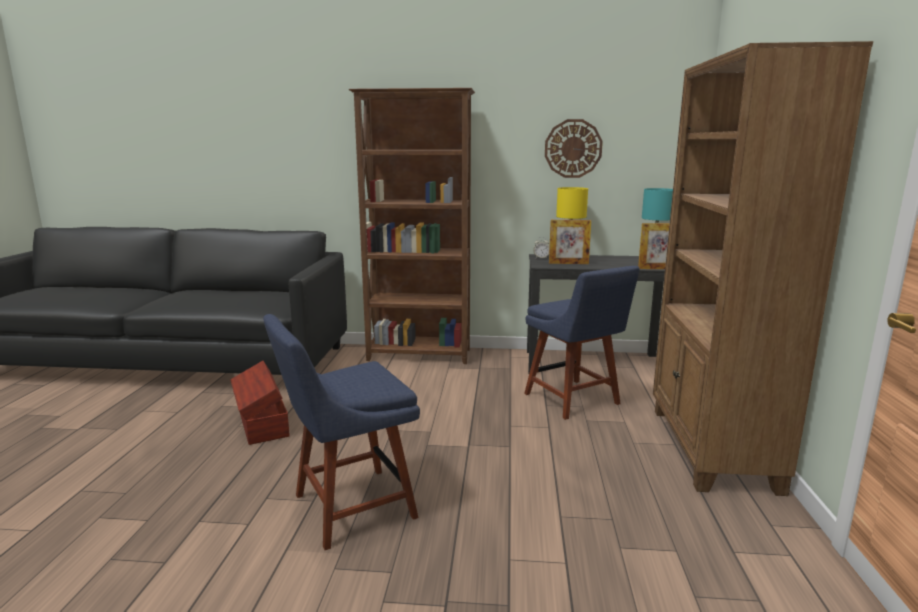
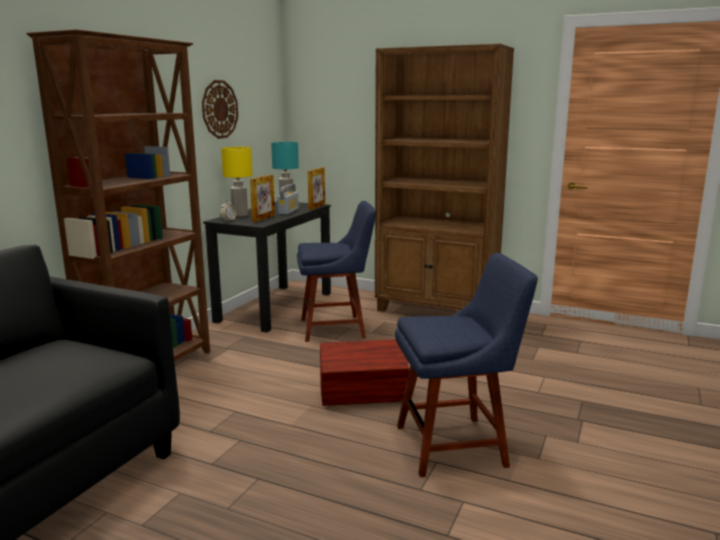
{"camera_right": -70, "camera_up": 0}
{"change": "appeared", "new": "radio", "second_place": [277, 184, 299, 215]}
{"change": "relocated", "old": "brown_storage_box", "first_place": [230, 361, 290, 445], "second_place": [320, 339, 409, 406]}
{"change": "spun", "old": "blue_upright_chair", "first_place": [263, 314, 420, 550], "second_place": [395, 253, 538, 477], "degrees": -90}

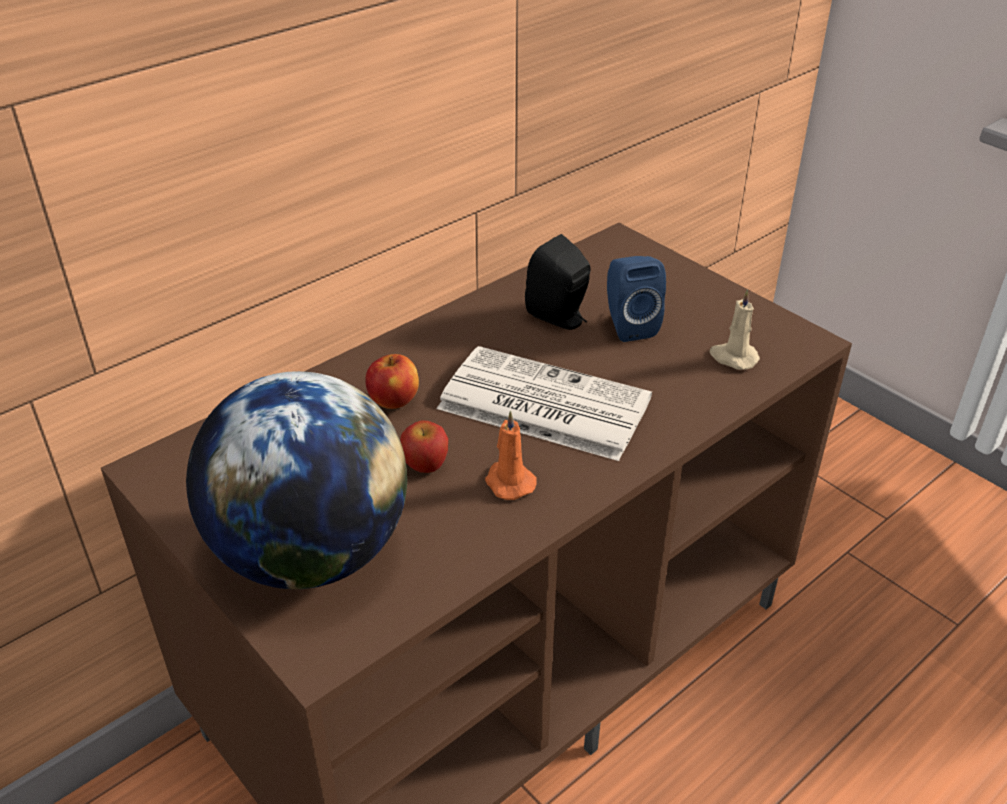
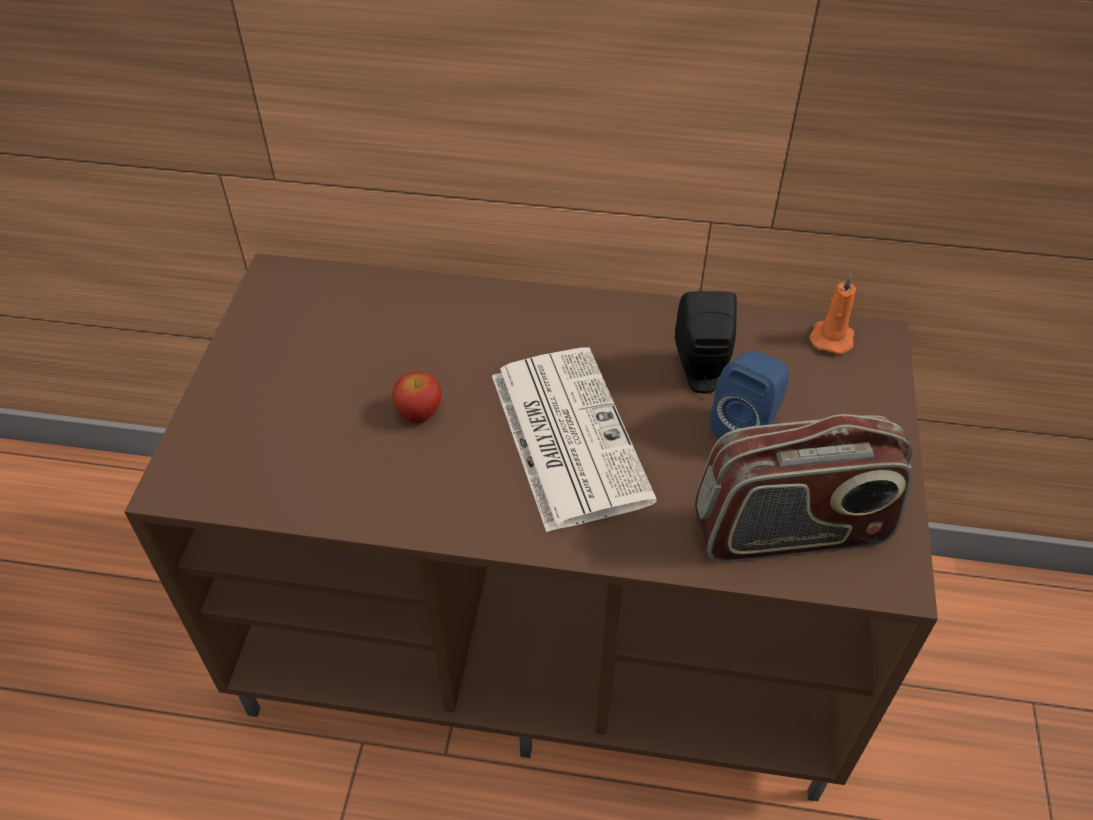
{"camera_right": 50, "camera_up": 10}
{"change": "missing", "old": "world_globe", "first_place": [186, 371, 407, 589]}
{"change": "missing", "old": "apple_fruit", "first_place": [365, 354, 419, 409]}
{"change": "relocated", "old": "orange_wax_light", "first_place": [485, 410, 537, 500], "second_place": [809, 274, 856, 354]}
{"change": "exchanged", "old": "sand-coloured_wax_light", "new": "radio", "first_place": [710, 290, 760, 370], "second_place": [695, 414, 912, 562]}

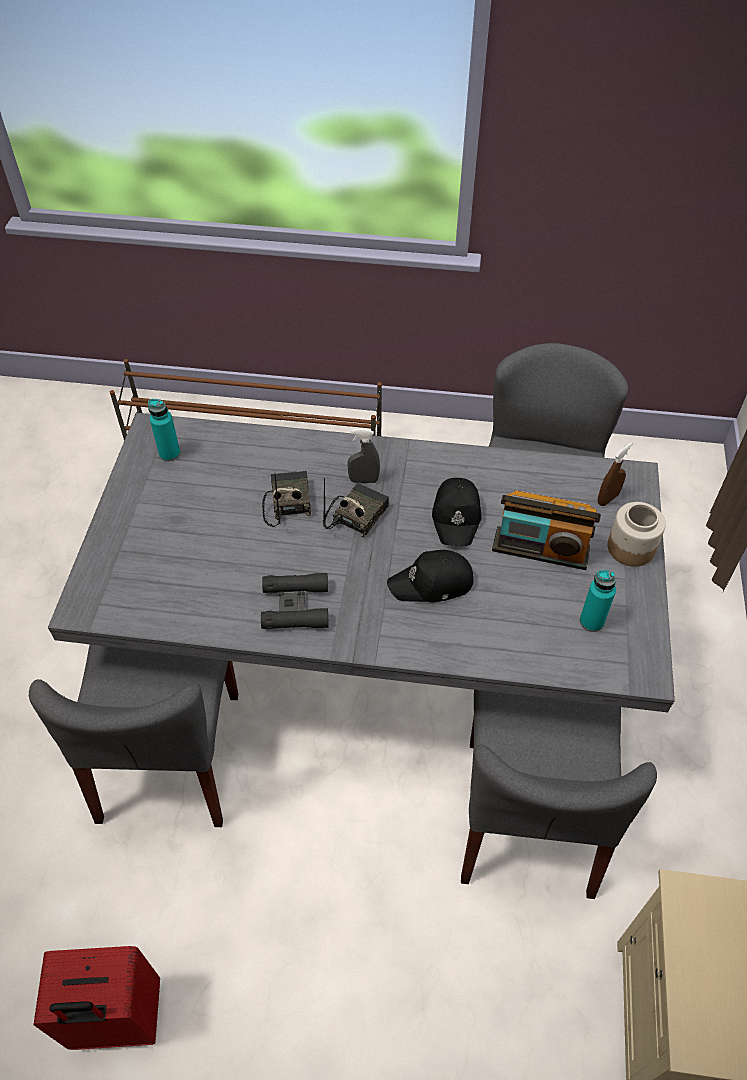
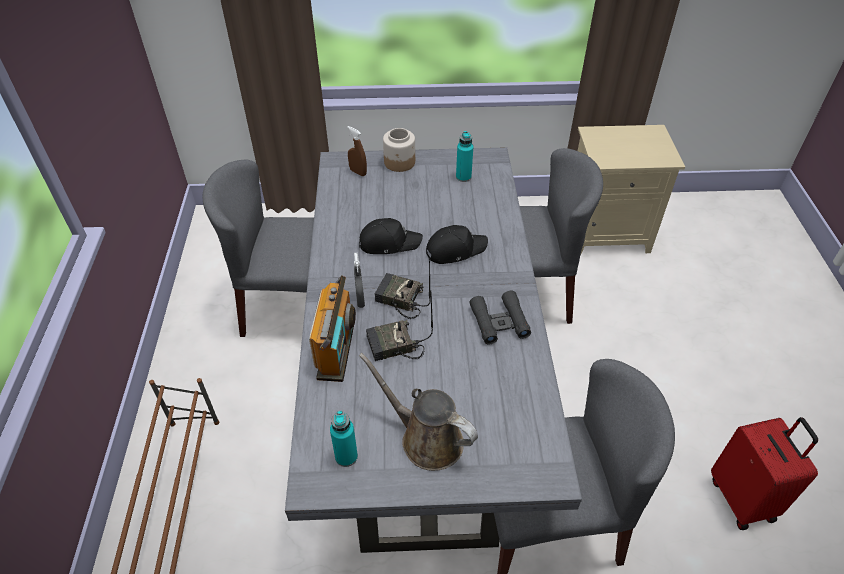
{"camera_right": -100, "camera_up": -5}
{"change": "appeared", "new": "brown_watering_can", "second_place": [359, 353, 478, 471]}
{"change": "relocated", "old": "radio", "first_place": [492, 490, 601, 570], "second_place": [309, 275, 356, 382]}
{"change": "spun", "old": "black-coloured_peaked_cap", "first_place": [387, 550, 474, 602], "second_place": [426, 225, 488, 264], "degrees": -90}

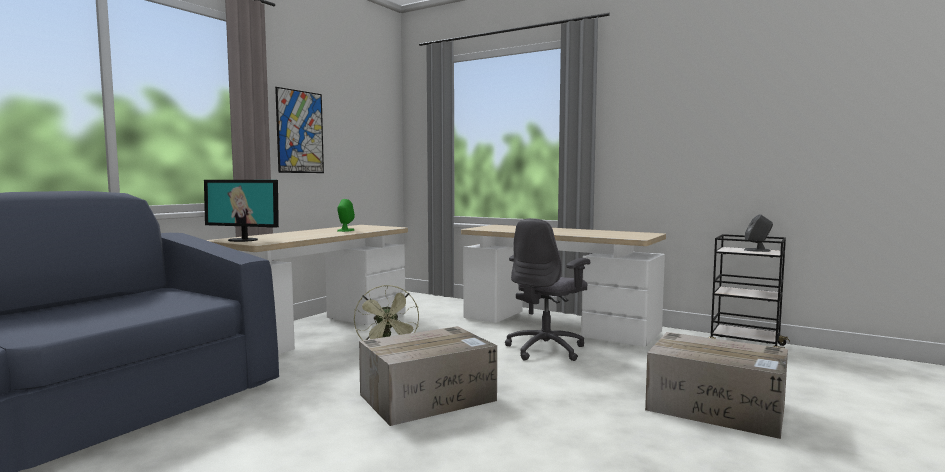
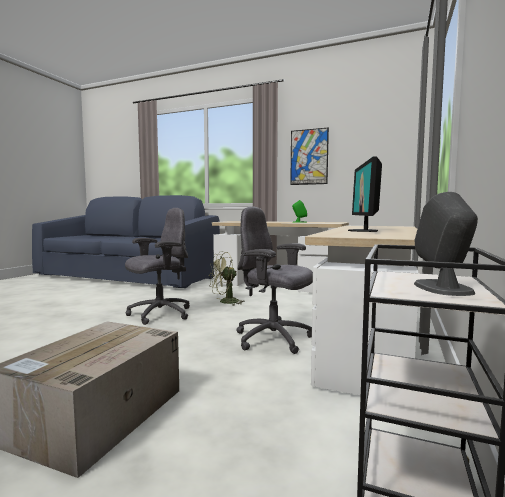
{"camera_right": 80, "camera_up": 0}
{"change": "relocated", "old": "monitor", "first_place": [204, 180, 279, 242], "second_place": [348, 157, 382, 232]}
{"change": "exchanged", "old": "packing_box", "new": "gray_office_chair", "first_place": [359, 326, 497, 426], "second_place": [125, 208, 190, 325]}

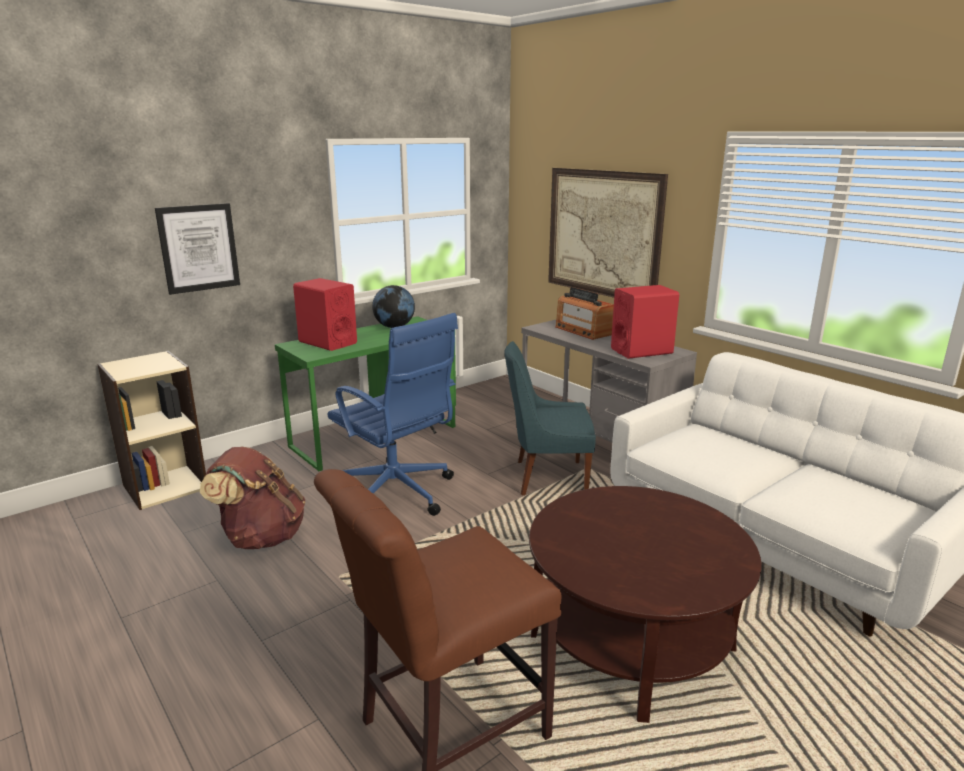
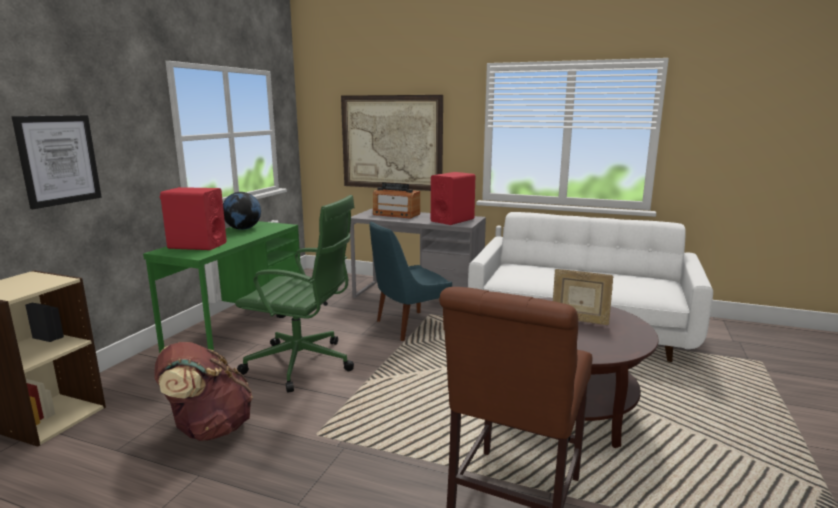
{"camera_right": -30, "camera_up": -5}
{"change": "appeared", "new": "photo_frame", "second_place": [553, 269, 613, 325]}
{"change": "colour", "old": "blue_office_chair", "new": "greenish_office_chair", "first_place": [328, 313, 458, 516], "second_place": [235, 195, 355, 393]}

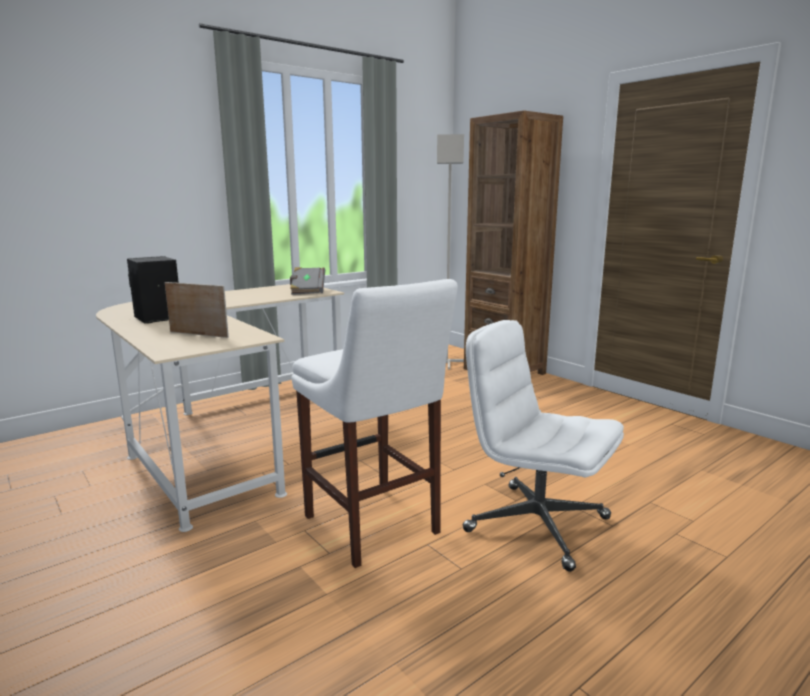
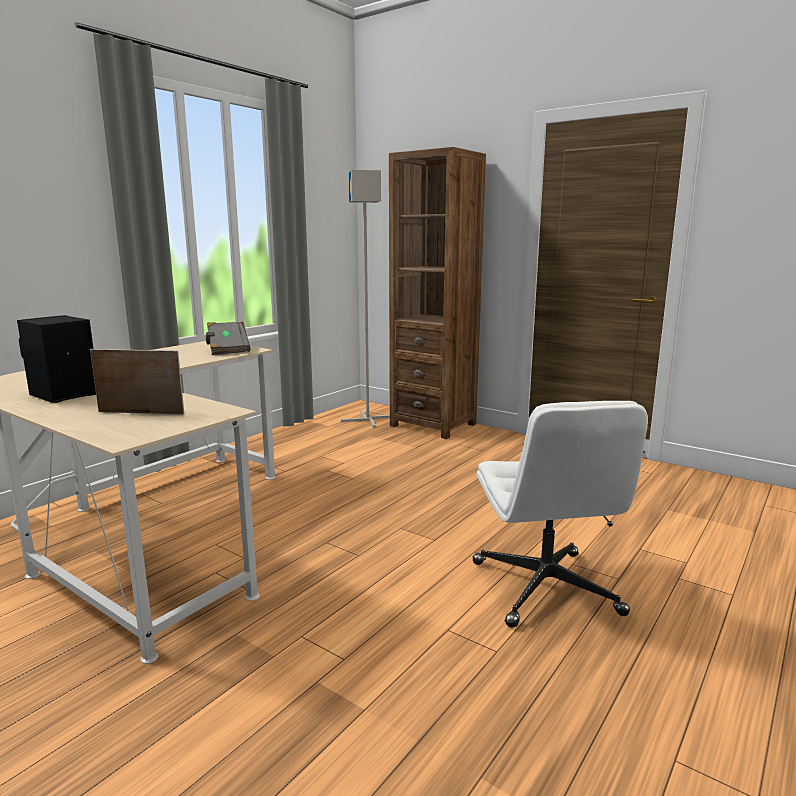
{"camera_right": -15, "camera_up": 0}
{"change": "missing", "old": "white_sitting_stool", "first_place": [292, 279, 458, 568]}
{"change": "spun", "old": "white_office_chair", "first_place": [463, 320, 624, 572], "second_place": [473, 401, 648, 628], "degrees": -120}

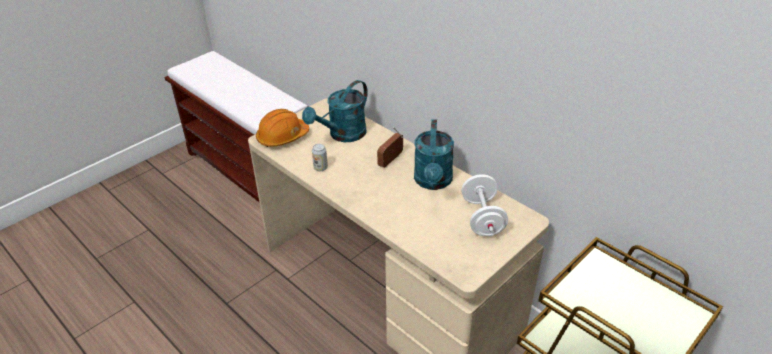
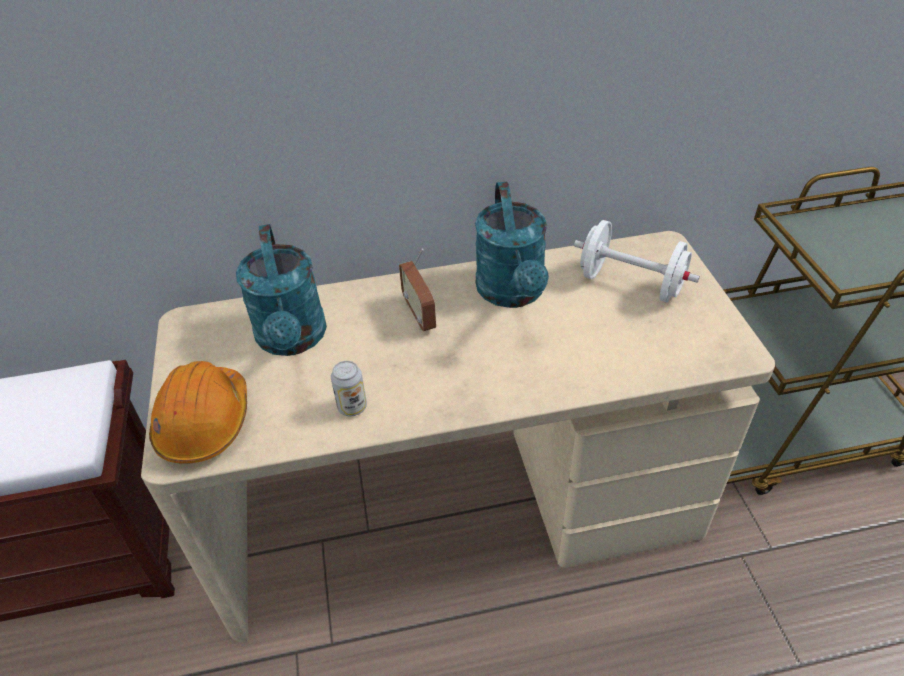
{"camera_right": -55, "camera_up": 5}
{"change": "spun", "old": "turquoise-coloured_watering_can", "first_place": [414, 119, 454, 190], "second_place": [475, 182, 549, 308], "degrees": 45}

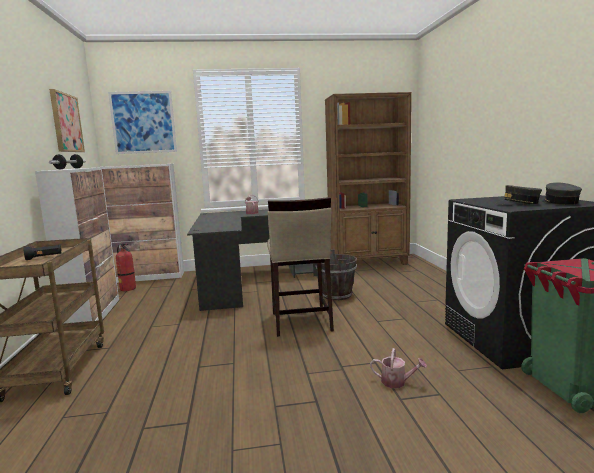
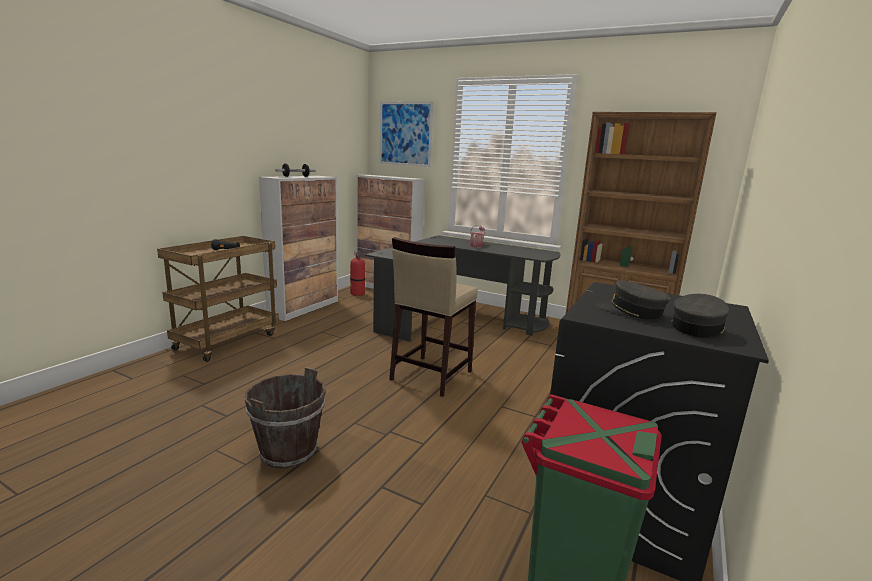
{"camera_right": 35, "camera_up": 5}
{"change": "missing", "old": "wall_picture", "first_place": [49, 89, 85, 152]}
{"change": "missing", "old": "watering_can", "first_place": [370, 348, 427, 388]}
{"change": "relocated", "old": "brown_water_bucket", "first_place": [316, 250, 357, 301], "second_place": [245, 367, 326, 469]}

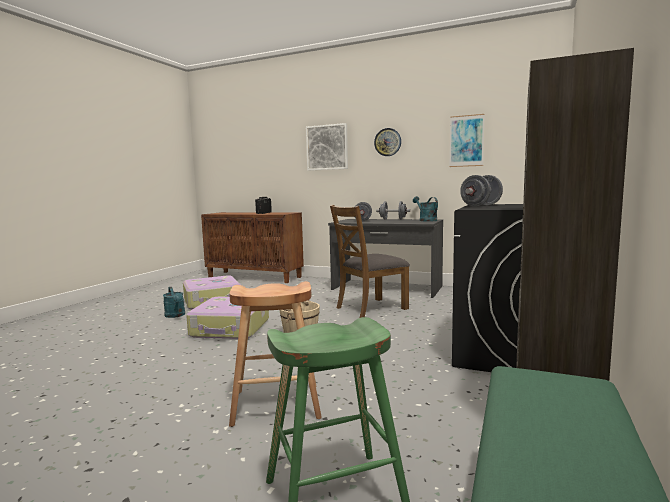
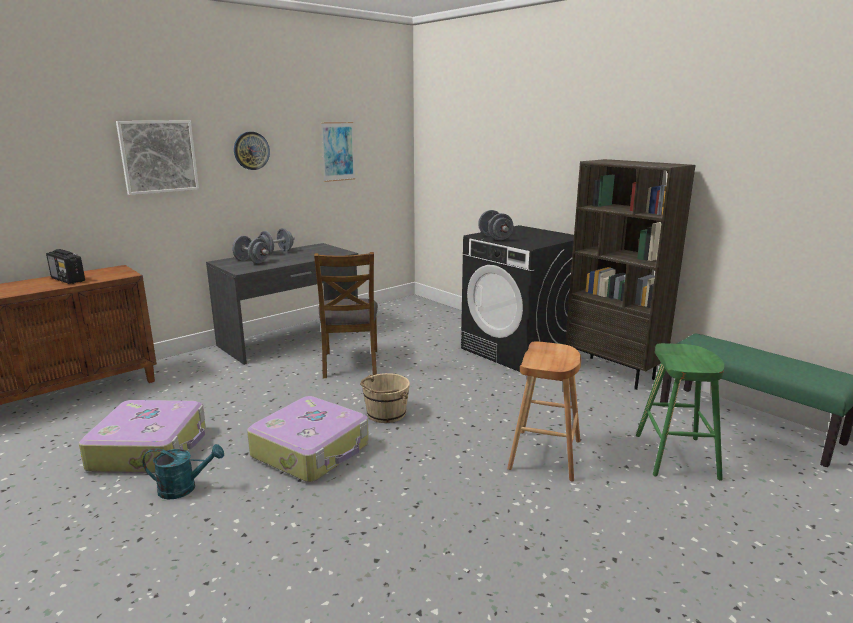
{"camera_right": -65, "camera_up": 10}
{"change": "missing", "old": "turquoise-coloured_watering_can", "first_place": [413, 196, 438, 222]}

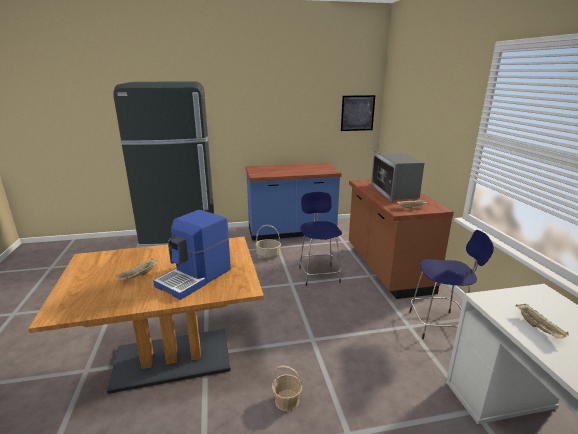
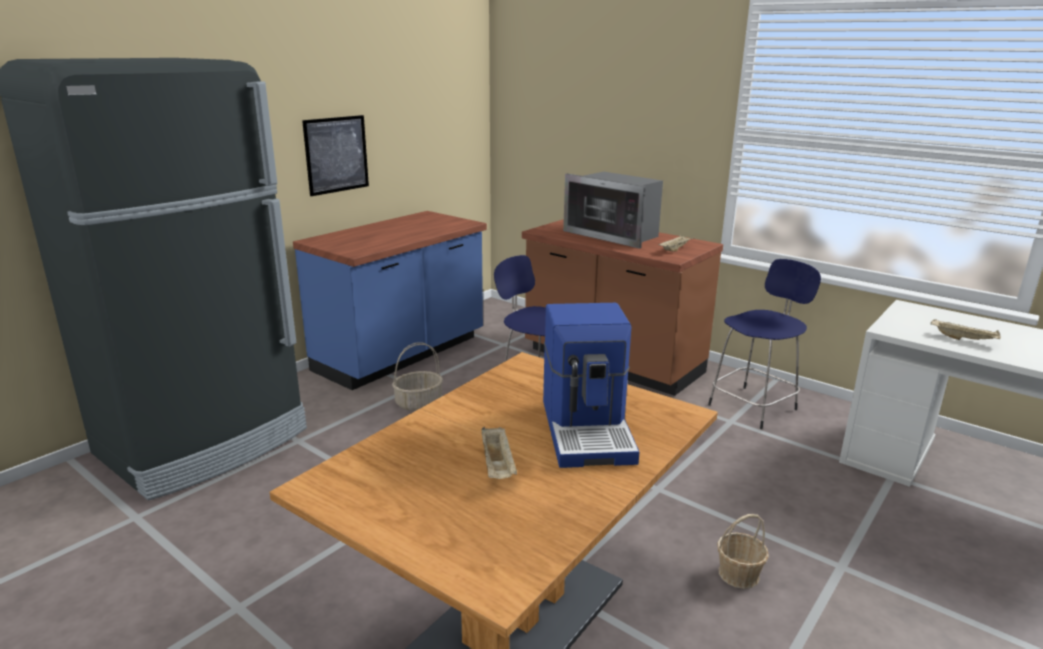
{"camera_right": -40, "camera_up": 0}
{"change": "relocated", "old": "wall_picture", "first_place": [341, 95, 375, 131], "second_place": [302, 115, 369, 196]}

